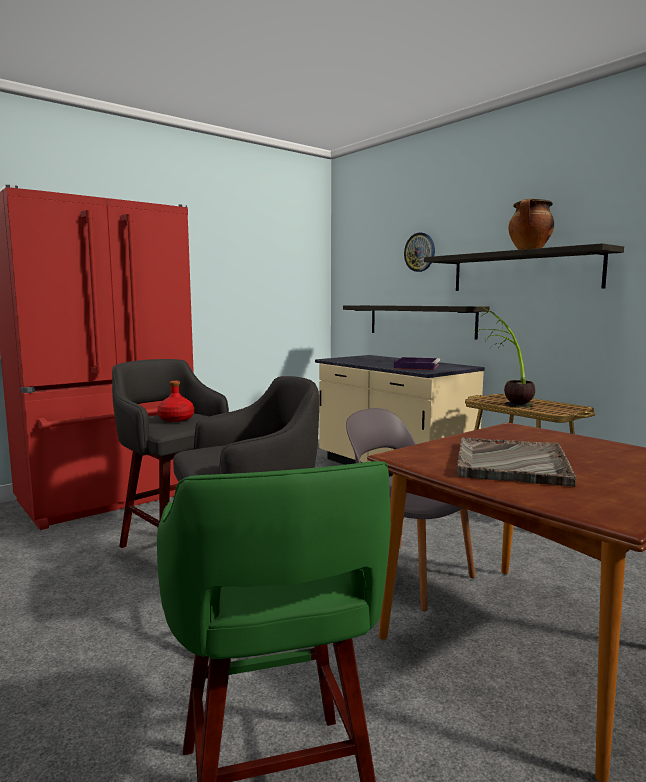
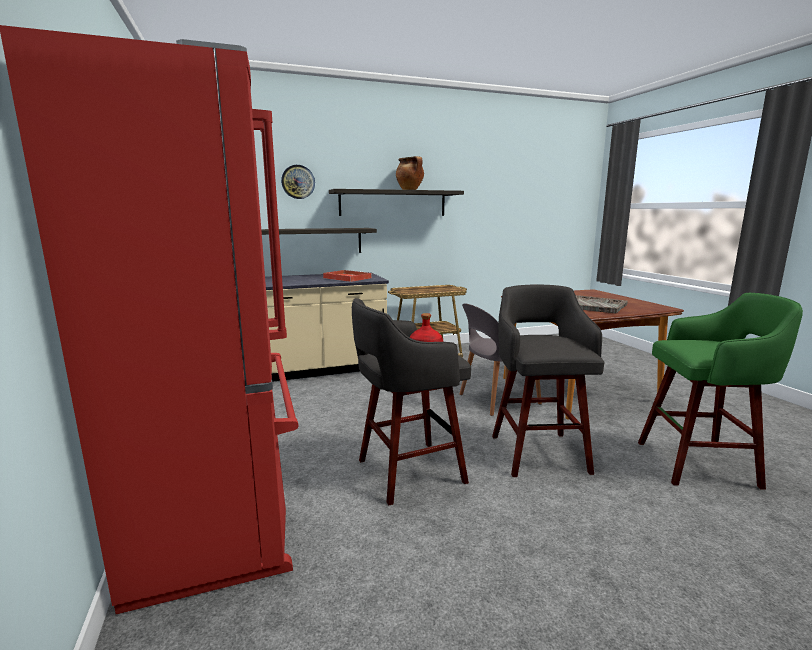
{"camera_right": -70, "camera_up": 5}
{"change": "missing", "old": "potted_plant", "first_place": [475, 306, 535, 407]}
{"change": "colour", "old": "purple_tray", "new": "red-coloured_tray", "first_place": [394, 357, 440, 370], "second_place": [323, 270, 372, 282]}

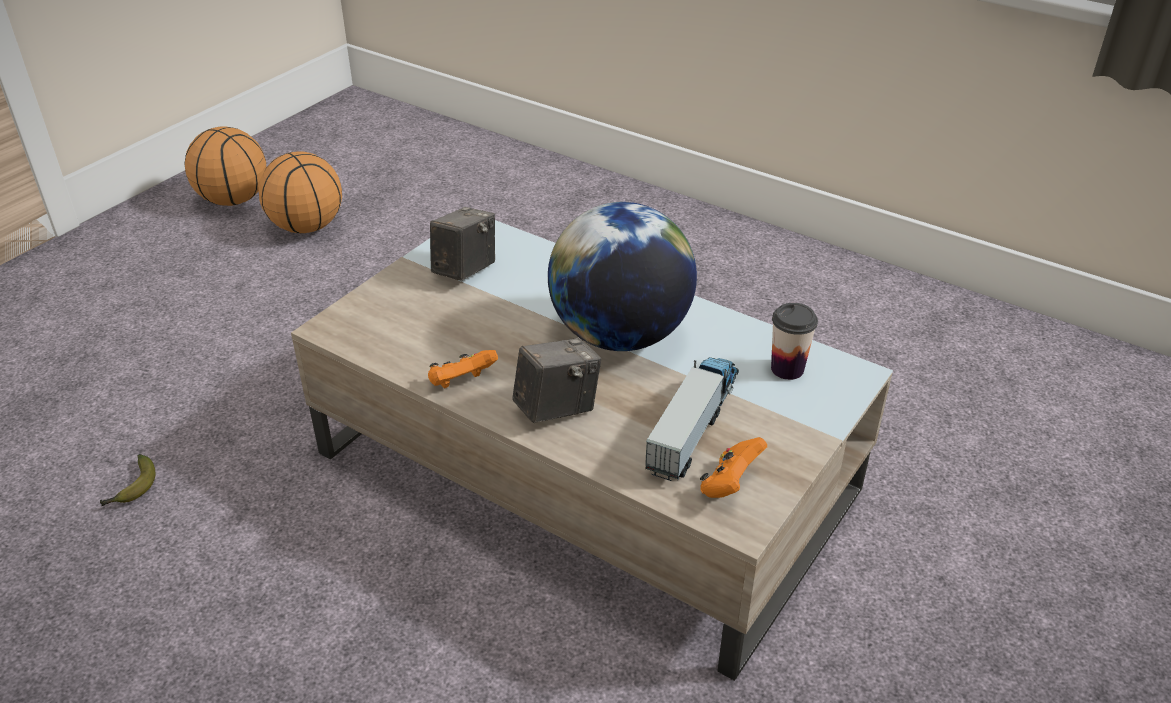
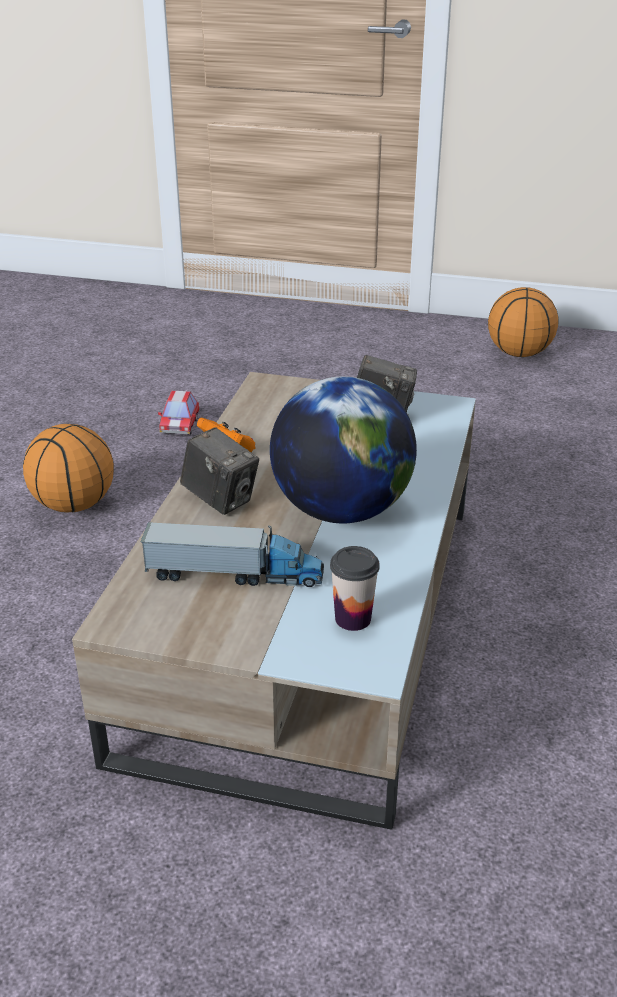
{"camera_right": 70, "camera_up": -5}
{"change": "missing", "old": "orange_gamepad", "first_place": [700, 437, 767, 498]}
{"change": "relocated", "old": "basketball_ball", "first_place": [258, 151, 342, 233], "second_place": [23, 424, 114, 513]}
{"change": "exchanged", "old": "banana_fruit", "new": "toy_car", "first_place": [100, 454, 155, 506], "second_place": [158, 391, 200, 435]}

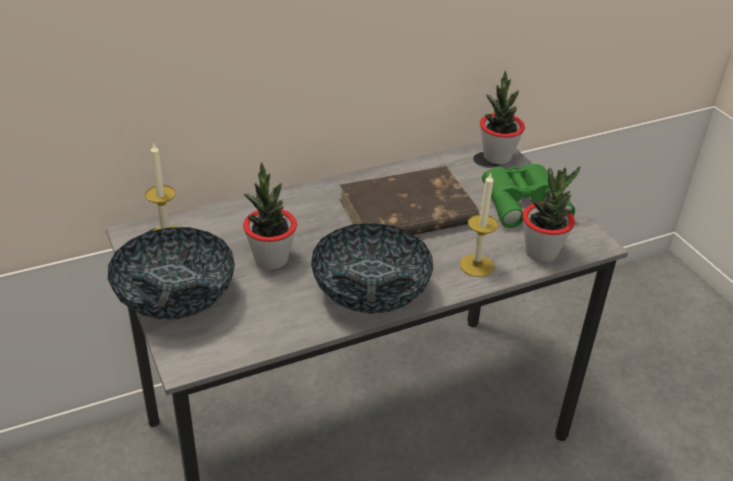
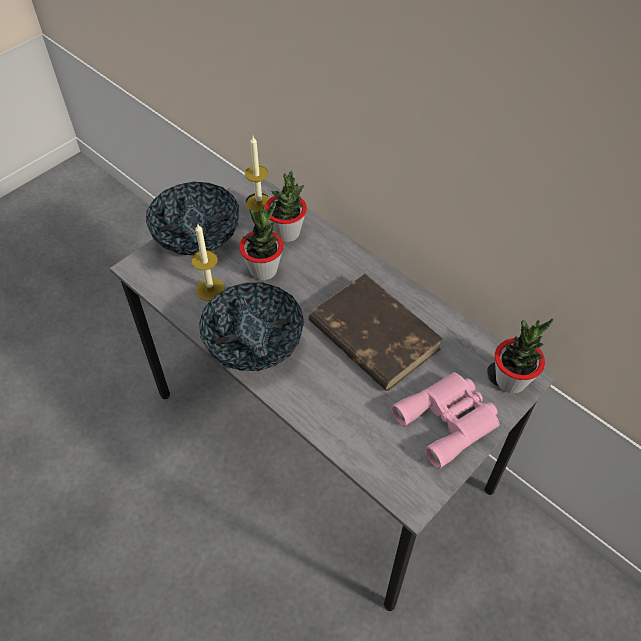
{"camera_right": 70, "camera_up": 15}
{"change": "relocated", "old": "wax_light", "first_place": [460, 172, 498, 277], "second_place": [192, 223, 225, 301]}
{"change": "relocated", "old": "potted_plant", "first_place": [522, 166, 580, 262], "second_place": [265, 171, 307, 242]}
{"change": "colour", "old": "greenish_pair_of_binoculars", "new": "pink_pair_of_binoculars", "first_place": [482, 164, 575, 228], "second_place": [391, 372, 499, 469]}

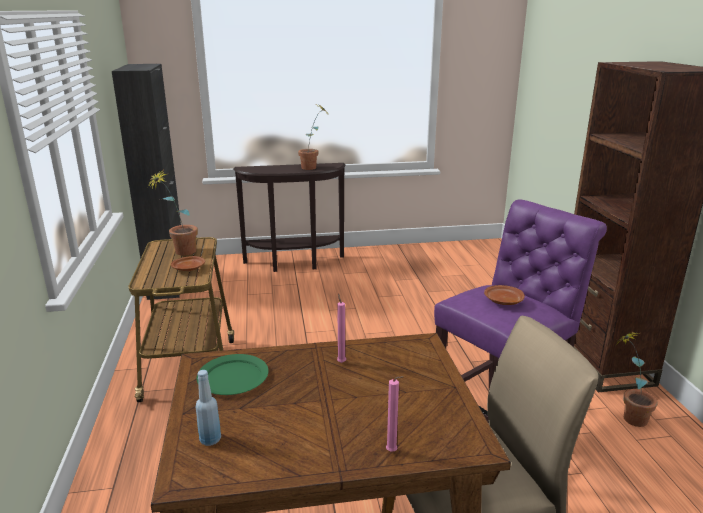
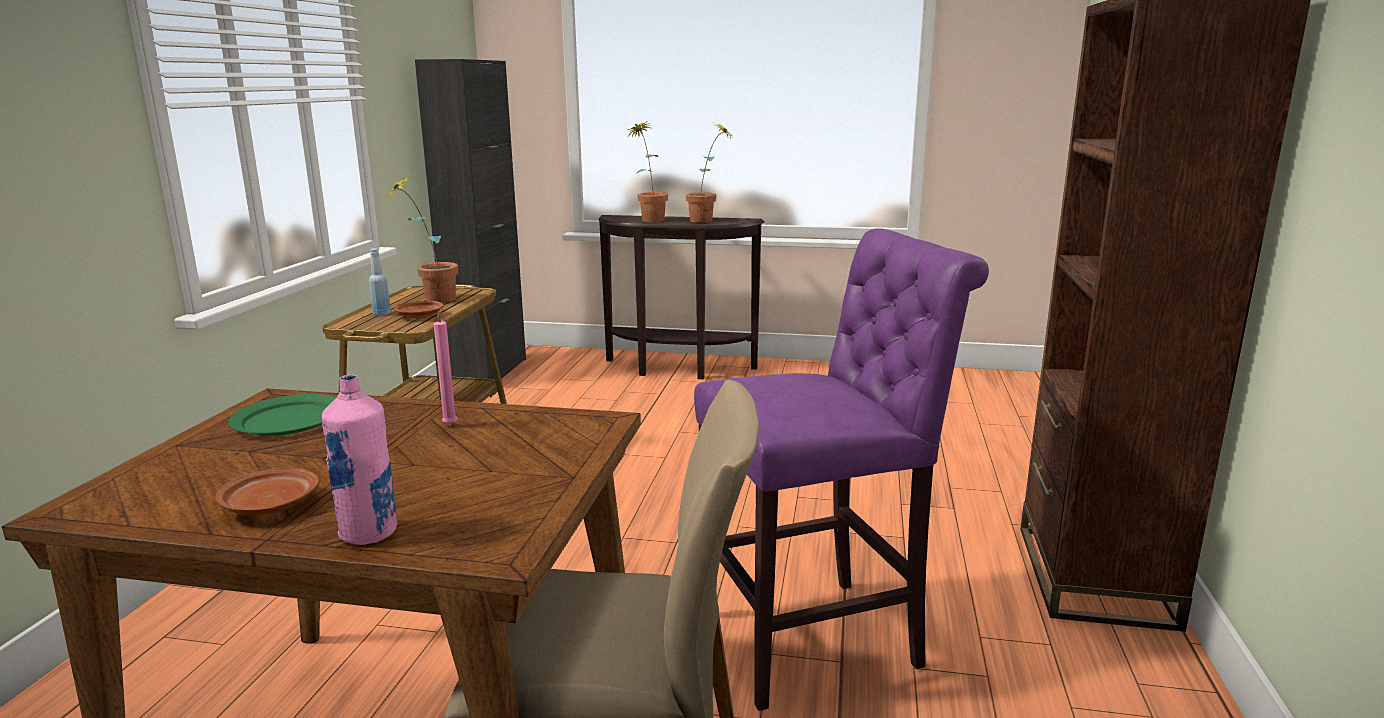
{"camera_right": 20, "camera_up": -5}
{"change": "relocated", "old": "blue_beverage_bottle", "first_place": [196, 370, 221, 446], "second_place": [369, 248, 391, 316]}
{"change": "relocated", "old": "brown_flat_dish", "first_place": [484, 285, 525, 305], "second_place": [215, 468, 320, 515]}
{"change": "relocated", "old": "potted_plant", "first_place": [615, 332, 657, 427], "second_place": [627, 122, 668, 222]}
{"change": "exchanged", "old": "pink_wax_light", "new": "pink_beverage_bottle", "first_place": [386, 376, 403, 452], "second_place": [322, 374, 397, 545]}

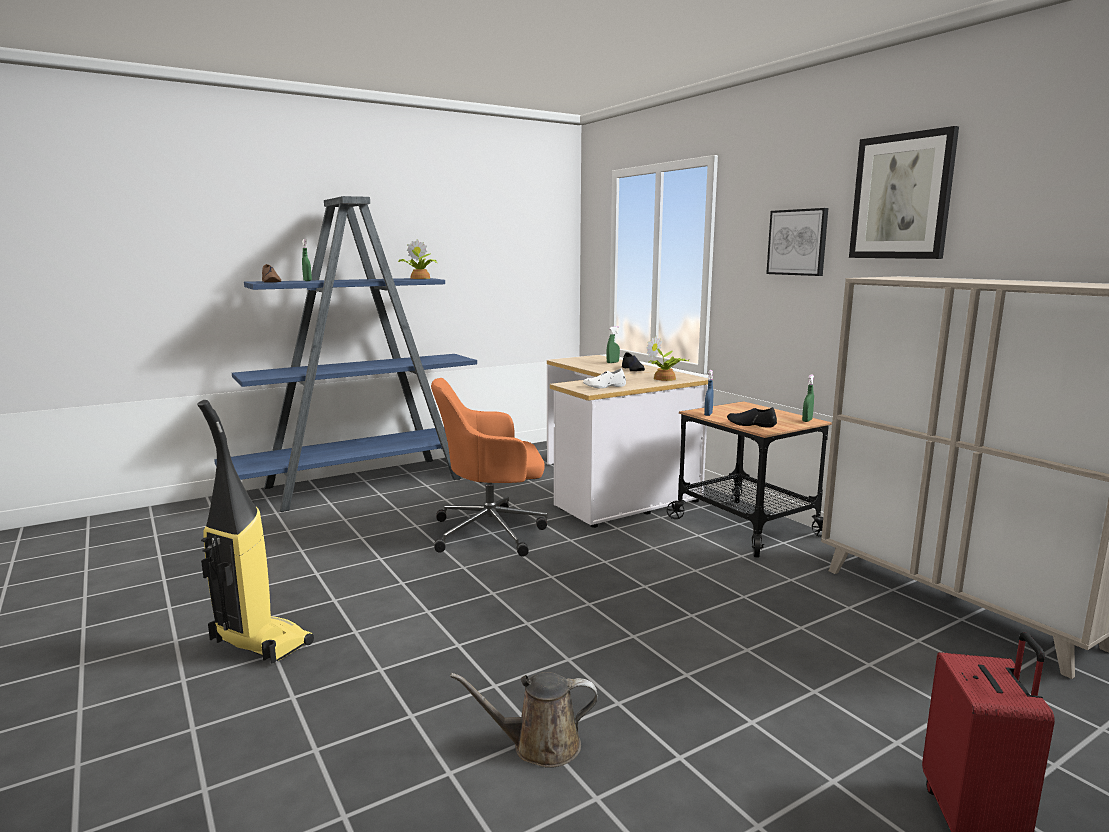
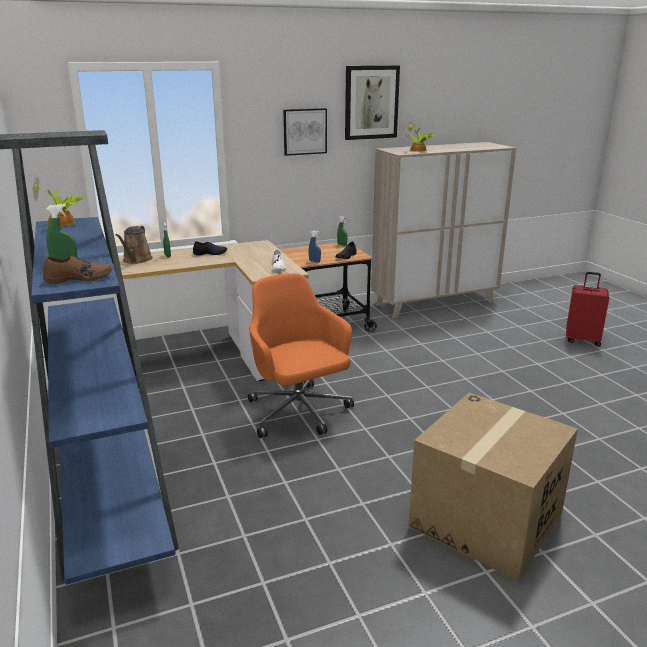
{"camera_right": -80, "camera_up": 10}
{"change": "relocated", "old": "brown_watering_can", "first_place": [450, 672, 598, 768], "second_place": [115, 225, 153, 264]}
{"change": "relocated", "old": "potted_plant", "first_place": [647, 336, 689, 381], "second_place": [405, 119, 434, 152]}
{"change": "exchanged", "old": "vacuum_cleaner", "new": "packing_box", "first_place": [197, 400, 314, 664], "second_place": [408, 393, 578, 581]}
{"change": "spun", "old": "orange_office_chair", "first_place": [431, 378, 547, 557], "second_place": [248, 273, 354, 438], "degrees": 150}

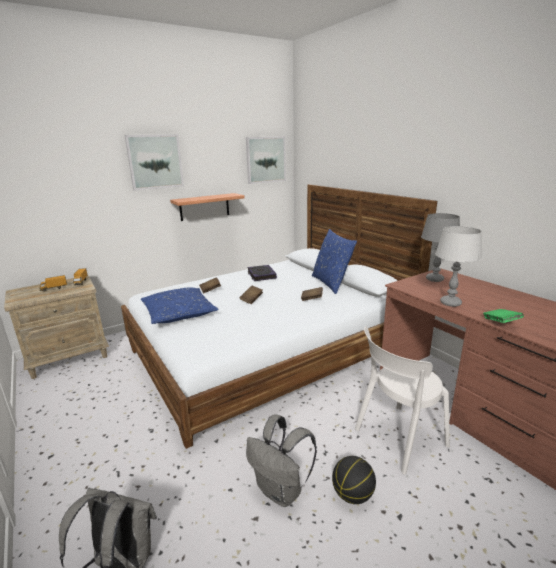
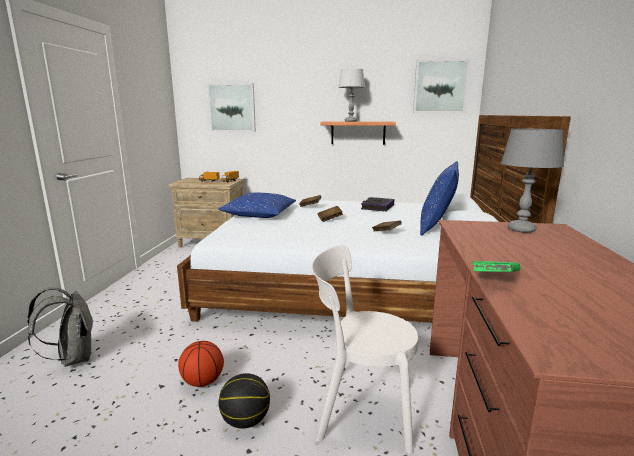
{"camera_right": 40, "camera_up": -5}
{"change": "relocated", "old": "wall_picture", "first_place": [125, 134, 184, 191], "second_place": [207, 83, 256, 132]}
{"change": "relocated", "old": "gray_table_lamp", "first_place": [435, 226, 482, 307], "second_place": [338, 69, 365, 122]}
{"change": "exchanged", "old": "gray_knapsack", "new": "basketball_ball", "first_place": [246, 415, 317, 507], "second_place": [178, 341, 224, 387]}

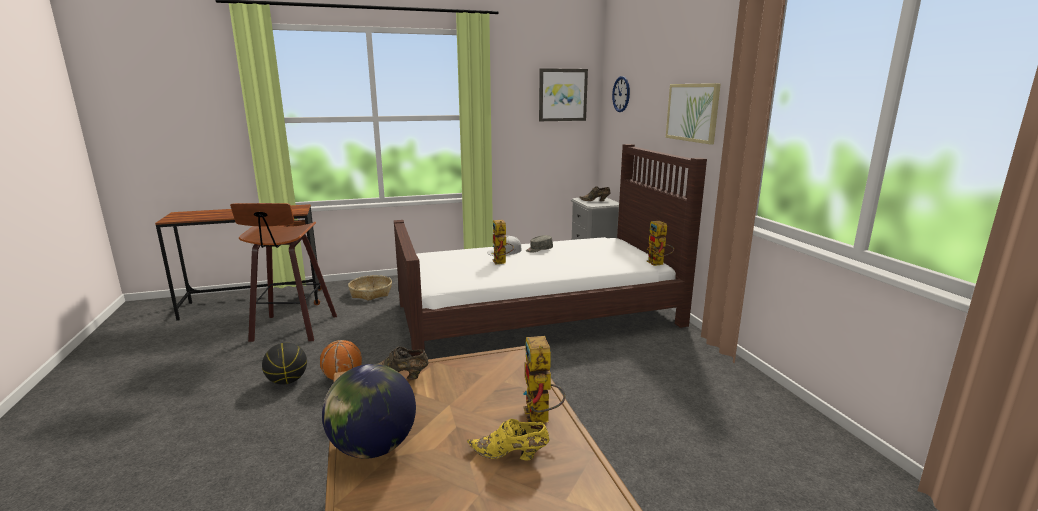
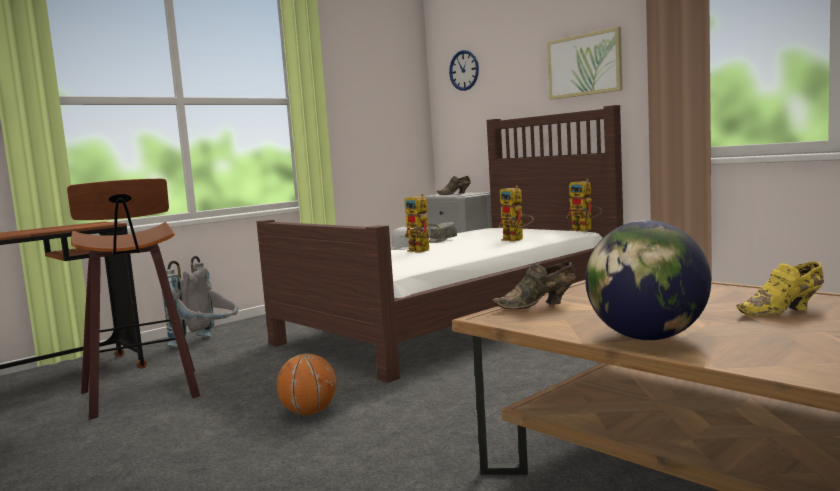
{"camera_right": -25, "camera_up": -10}
{"change": "missing", "old": "basketball_ball", "first_place": [262, 343, 307, 385]}
{"change": "missing", "old": "wall_picture", "first_place": [539, 68, 588, 121]}
{"change": "relocated", "old": "toy_robot", "first_place": [522, 336, 565, 423], "second_place": [499, 186, 534, 242]}
{"change": "exchanged", "old": "storage_basket", "new": "gray_knapsack", "first_place": [348, 275, 392, 301], "second_place": [162, 256, 238, 348]}

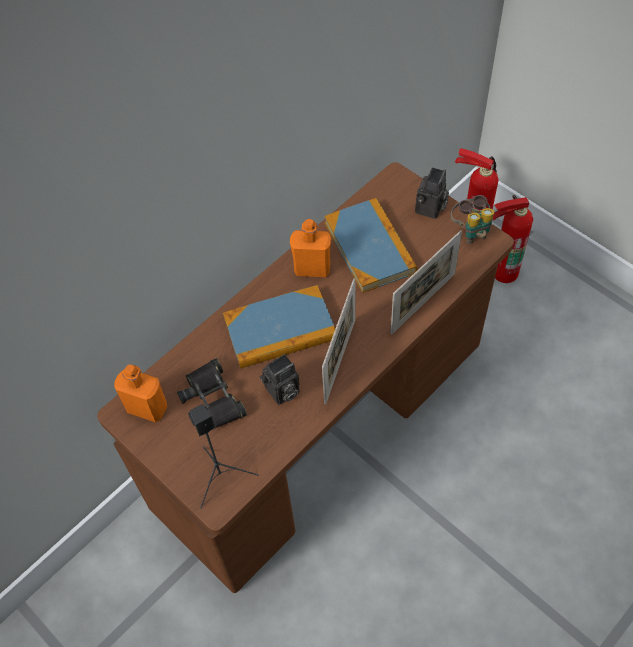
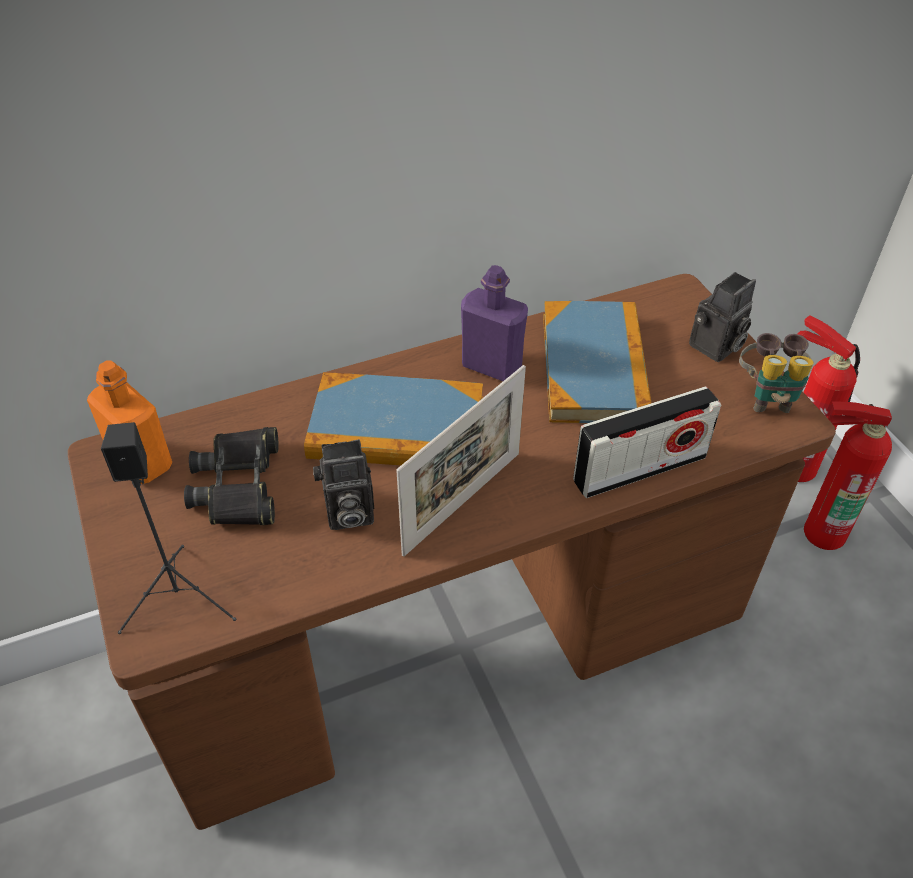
{"camera_right": 20, "camera_up": -10}
{"change": "exchanged", "old": "photo_frame", "new": "radio", "first_place": [390, 230, 462, 335], "second_place": [573, 386, 721, 498]}
{"change": "colour", "old": "orange_beverage_bottle", "new": "purple_beverage_bottle", "first_place": [290, 219, 331, 277], "second_place": [461, 265, 528, 381]}

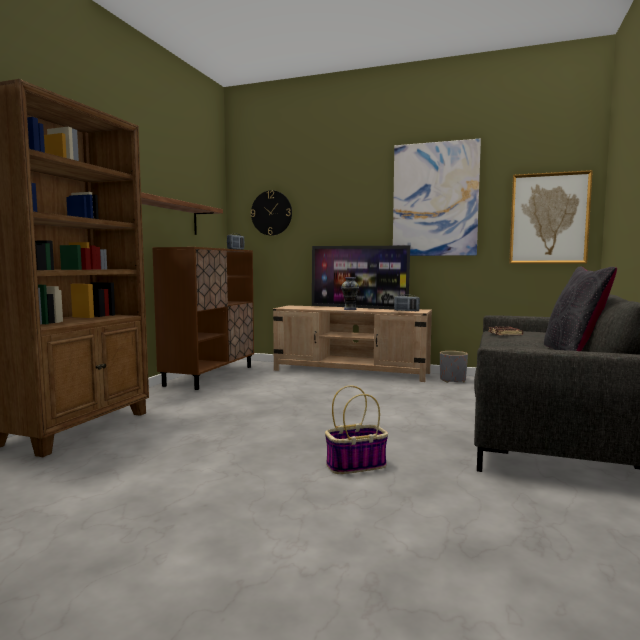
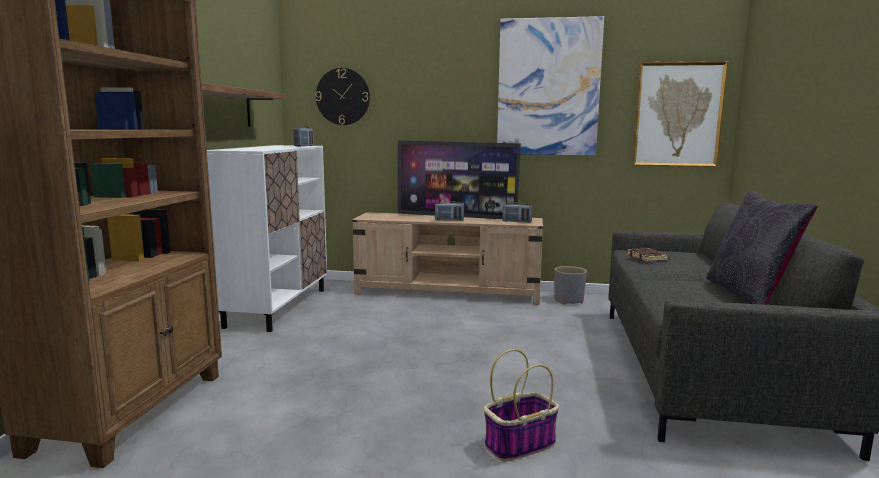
{"camera_right": -10, "camera_up": 5}
{"change": "exchanged", "old": "decorative_vase", "new": "radio", "first_place": [341, 277, 359, 310], "second_place": [435, 201, 464, 221]}
{"change": "colour", "old": "brown_cupboard", "new": "white_cupboard", "first_place": [152, 247, 254, 390], "second_place": [207, 145, 327, 332]}

